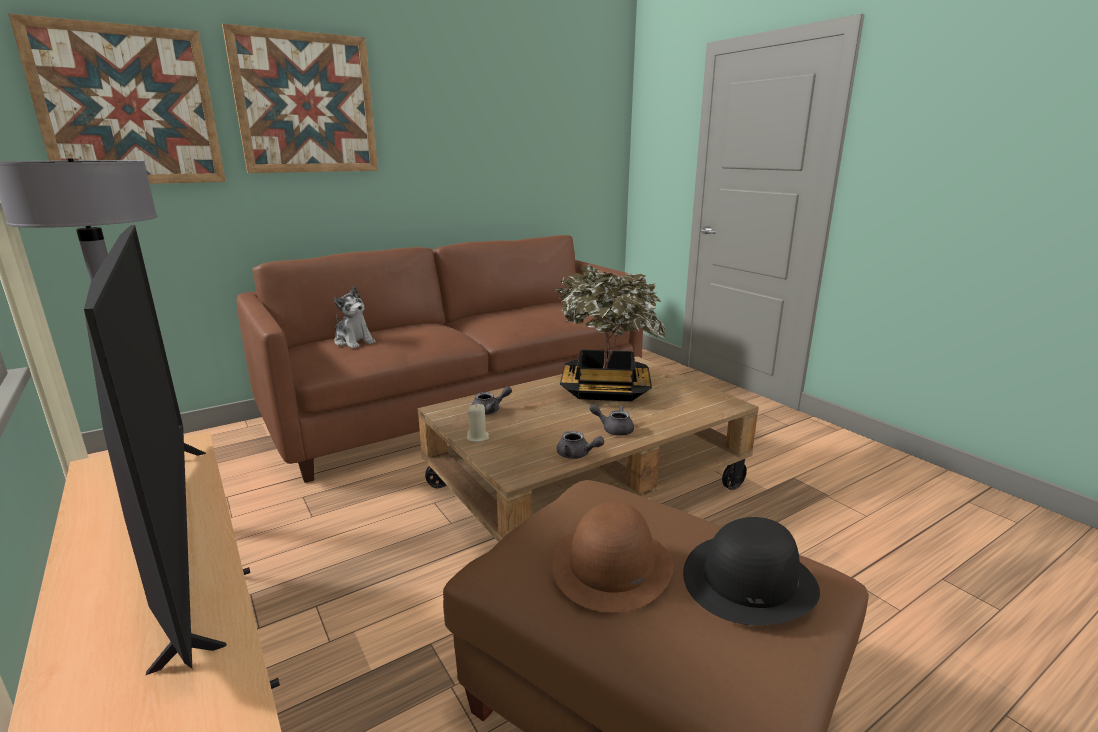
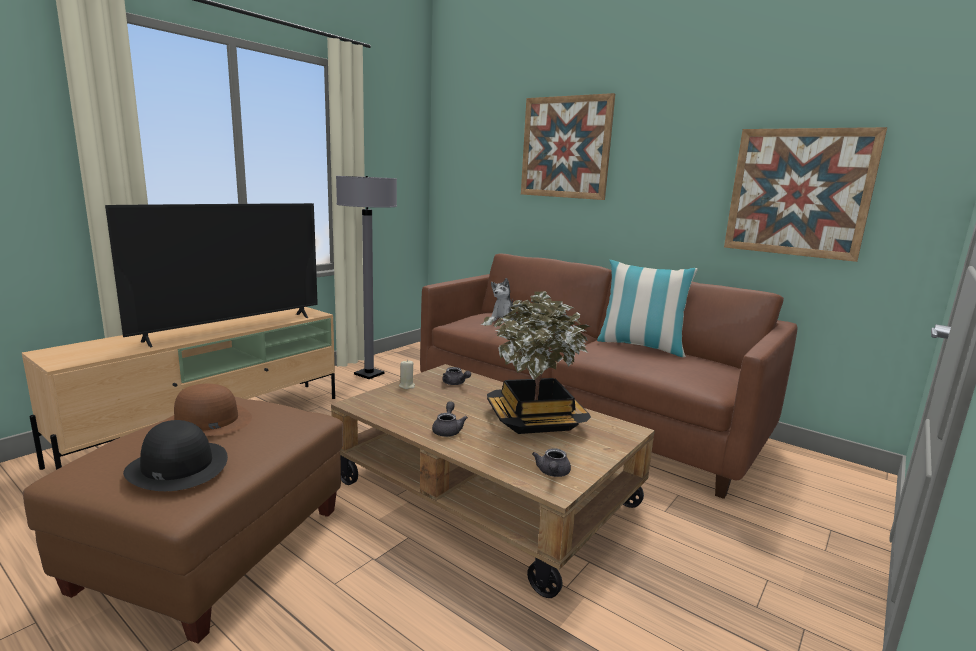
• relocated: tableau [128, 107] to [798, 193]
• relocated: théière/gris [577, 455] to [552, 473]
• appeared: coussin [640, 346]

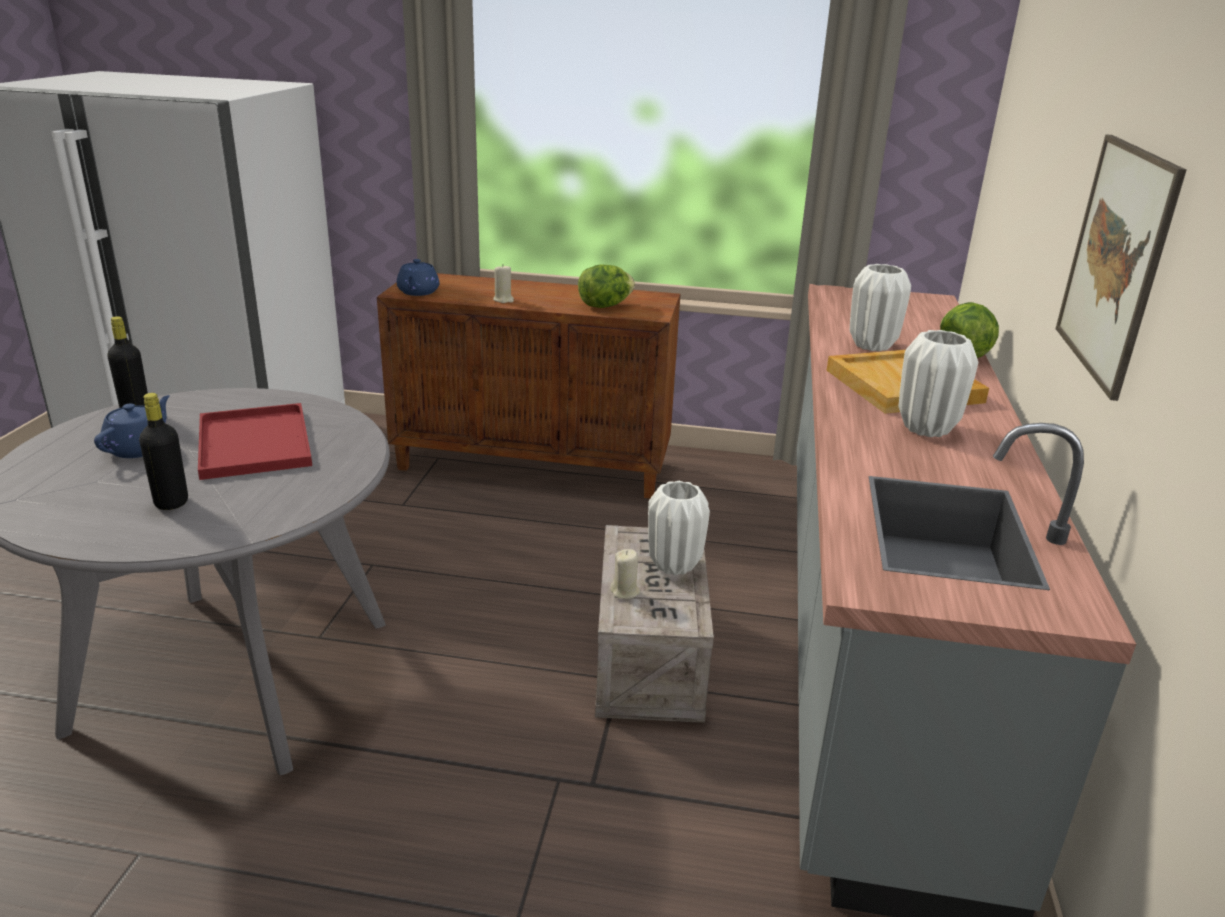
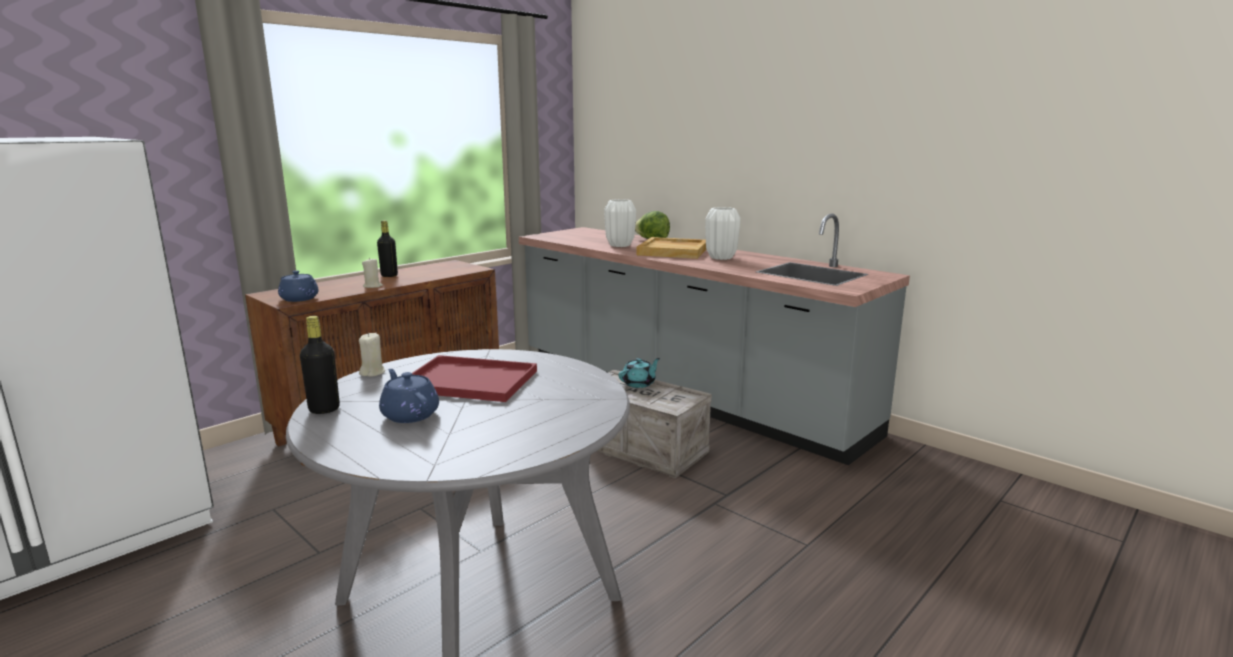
• missing: tableau [1114, 261]
• missing: laitue [605, 306]
• relocated: bouteille/noir [171, 502] to [389, 275]
• exchanged: vase/blanc [675, 565] to théière/turquoise [639, 383]
• relocated: bougie/beige [625, 591] to [372, 372]

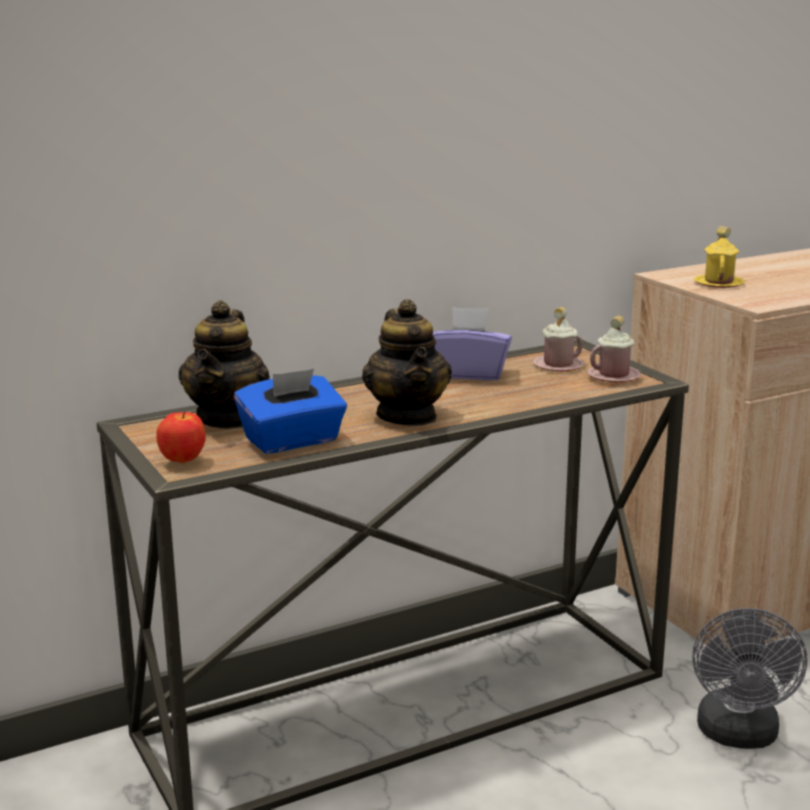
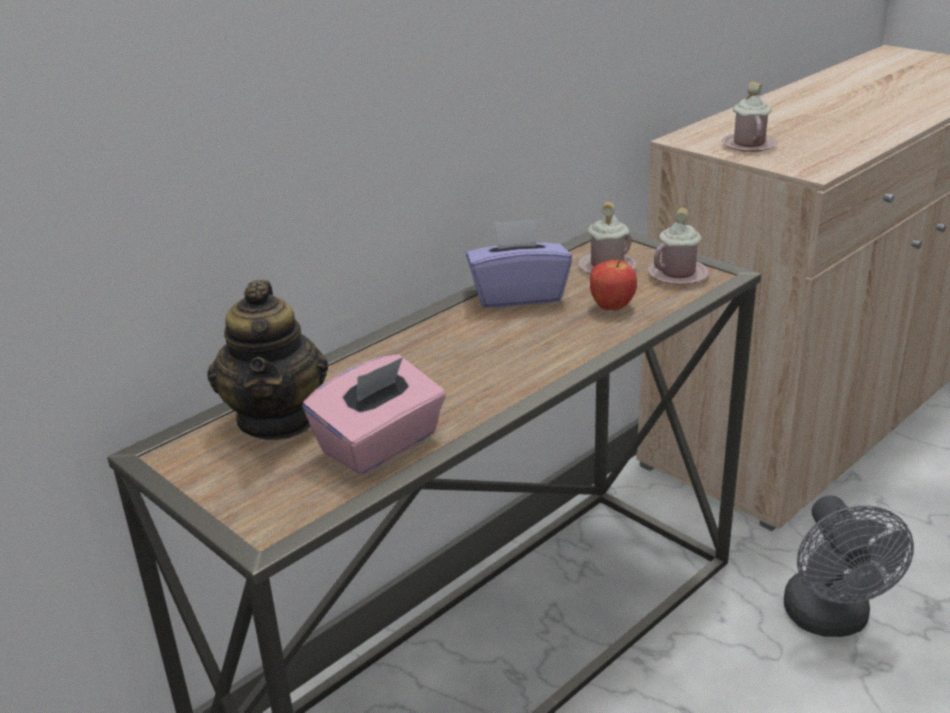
• colour: mug/jaune [718, 283] to mug/rose [749, 145]
• missing: théière [407, 416]
• colour: boîte à mouchoirs/bleu [292, 441] to boîte à mouchoirs/rose [380, 445]
• relocated: pomme [183, 460] to [612, 307]

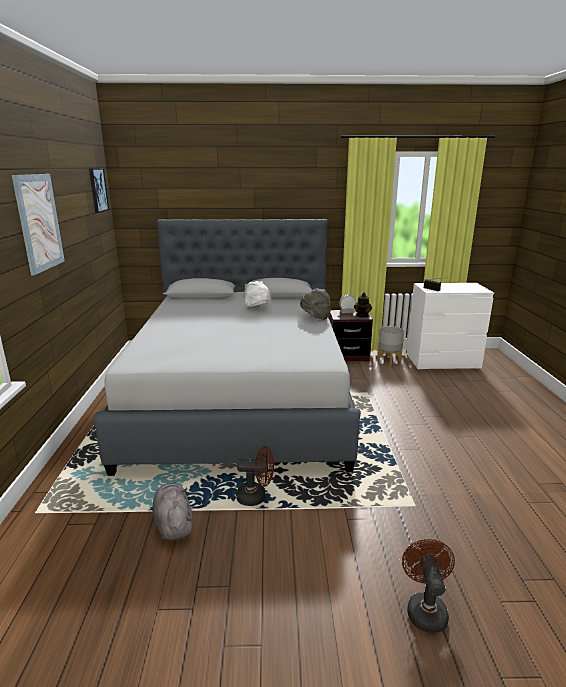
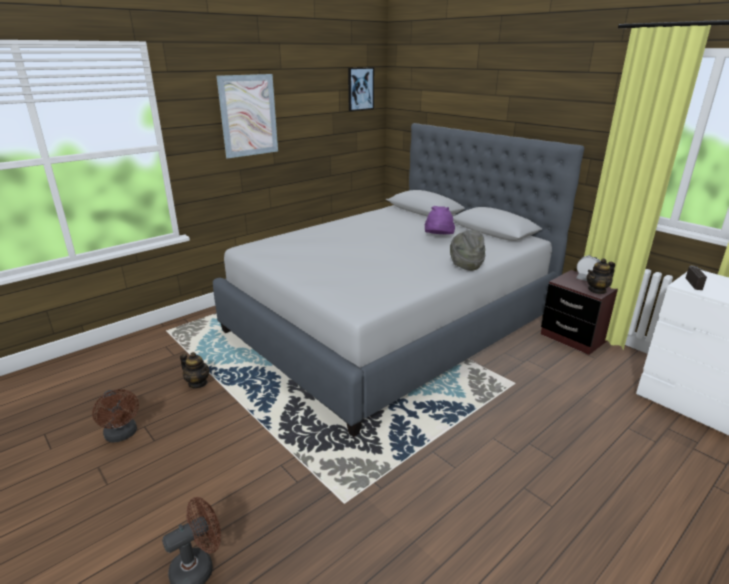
• colour: chapeau/blanc [258, 308] to chapeau/violet [438, 237]
• missing: cache-pot/gris [389, 360]
• relocated: ventilateur/marron [256, 497] to [122, 435]
• exchanged: peluche/gris [173, 524] to théière [198, 383]

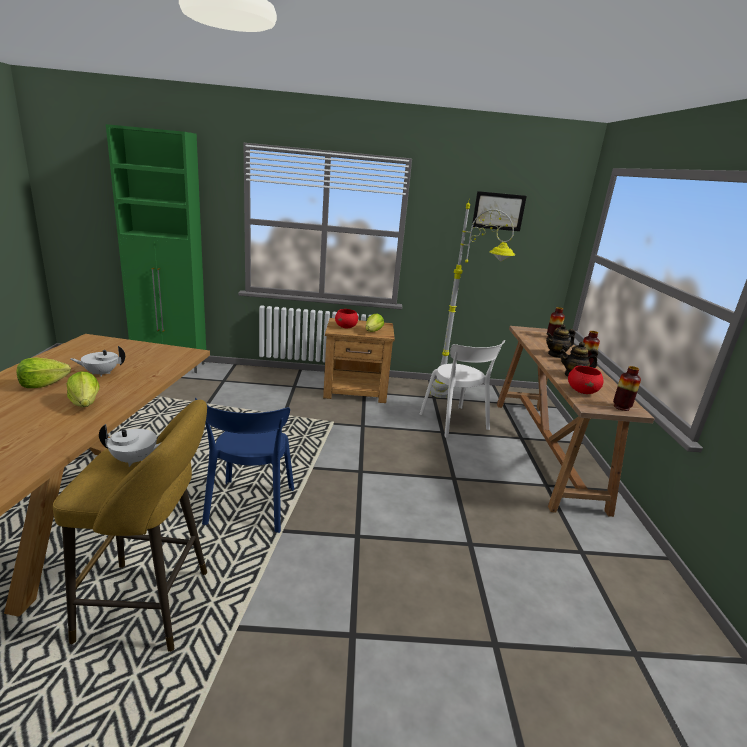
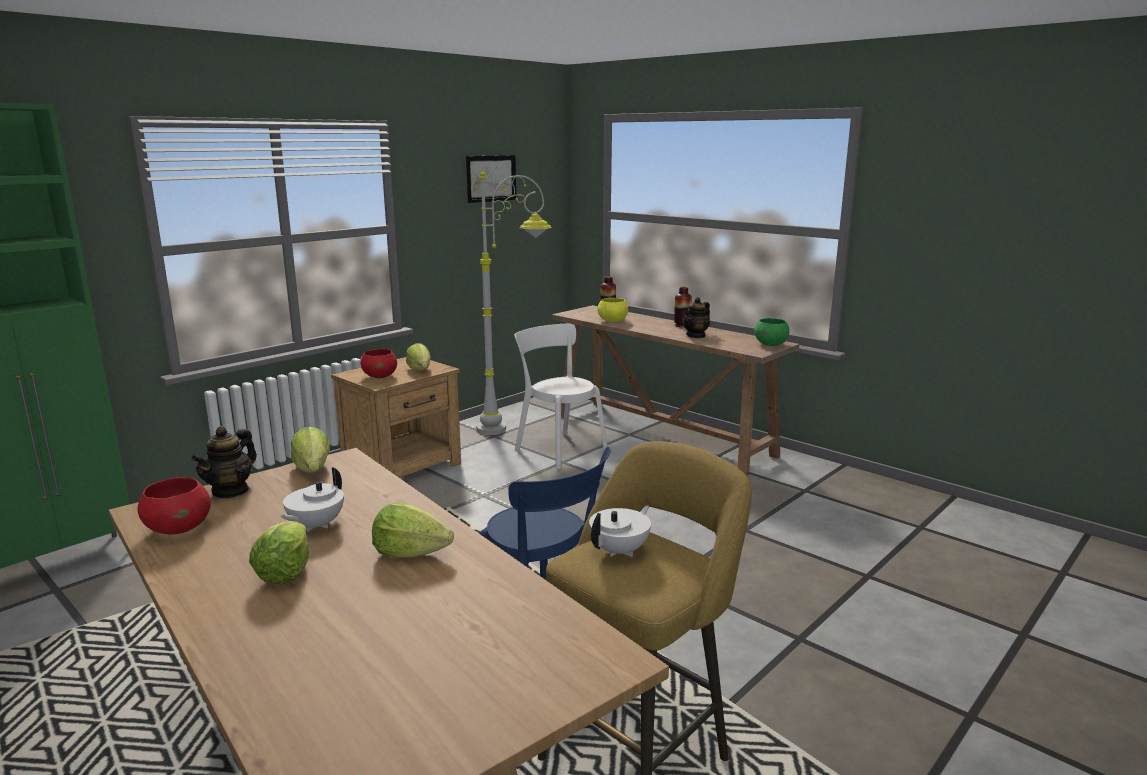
• relocated: théière [556, 355] to [230, 491]
• spun: chaise/blanc [455, 423] = [558, 448] 150 degrees counterclockwise
• relocated: bol/rouge [582, 391] to [179, 528]
• exchanged: vase [621, 407] to bol/vert [771, 344]
• appeared: bol/jaune [612, 321]
• appeared: laitue [313, 469]

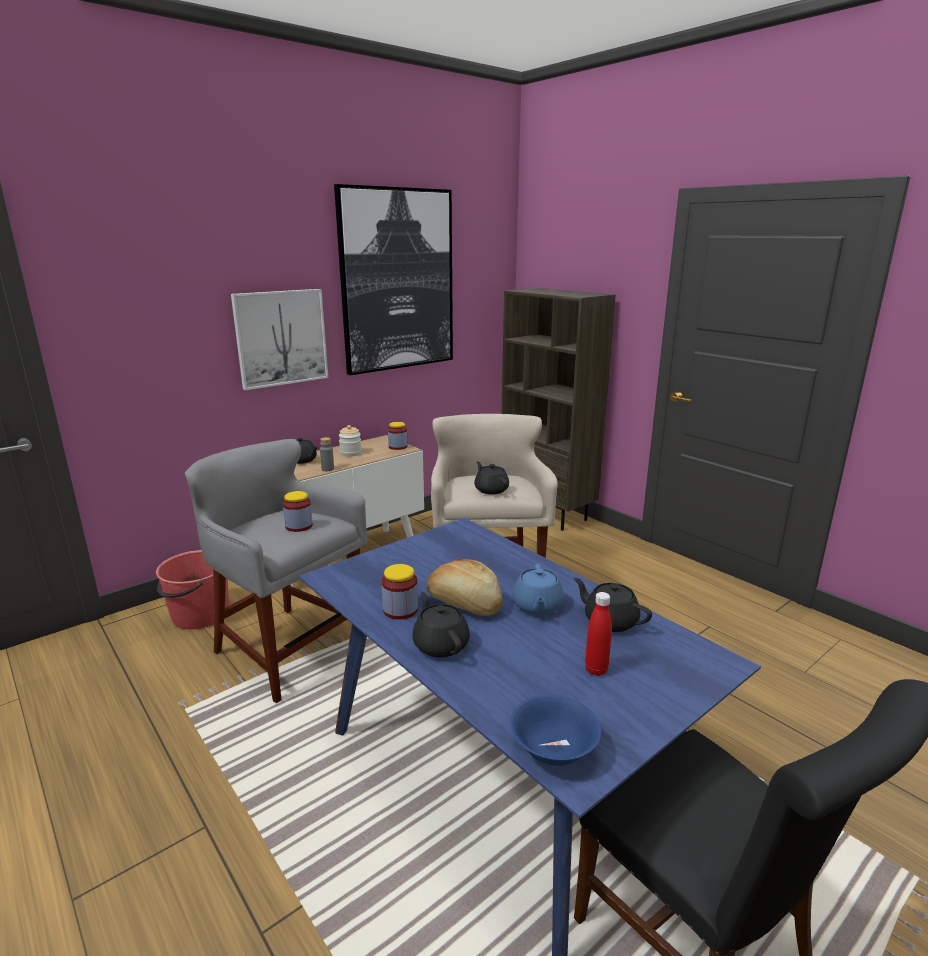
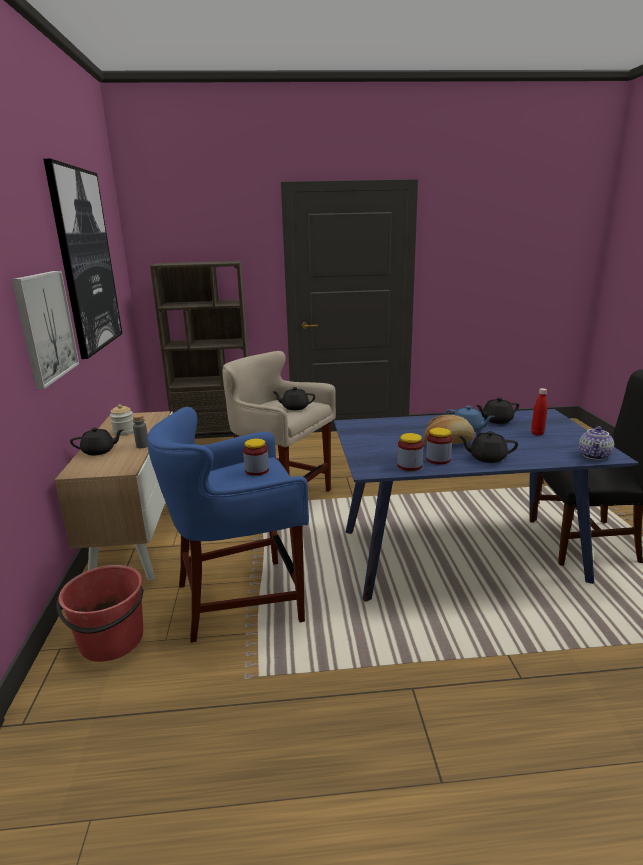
• relocated: bocal [398, 447] to [409, 466]
• colour: tabouret/gris [288, 651] to tabouret/bleu [241, 600]
• exchanged: bol/bleu [554, 751] to théière [595, 456]

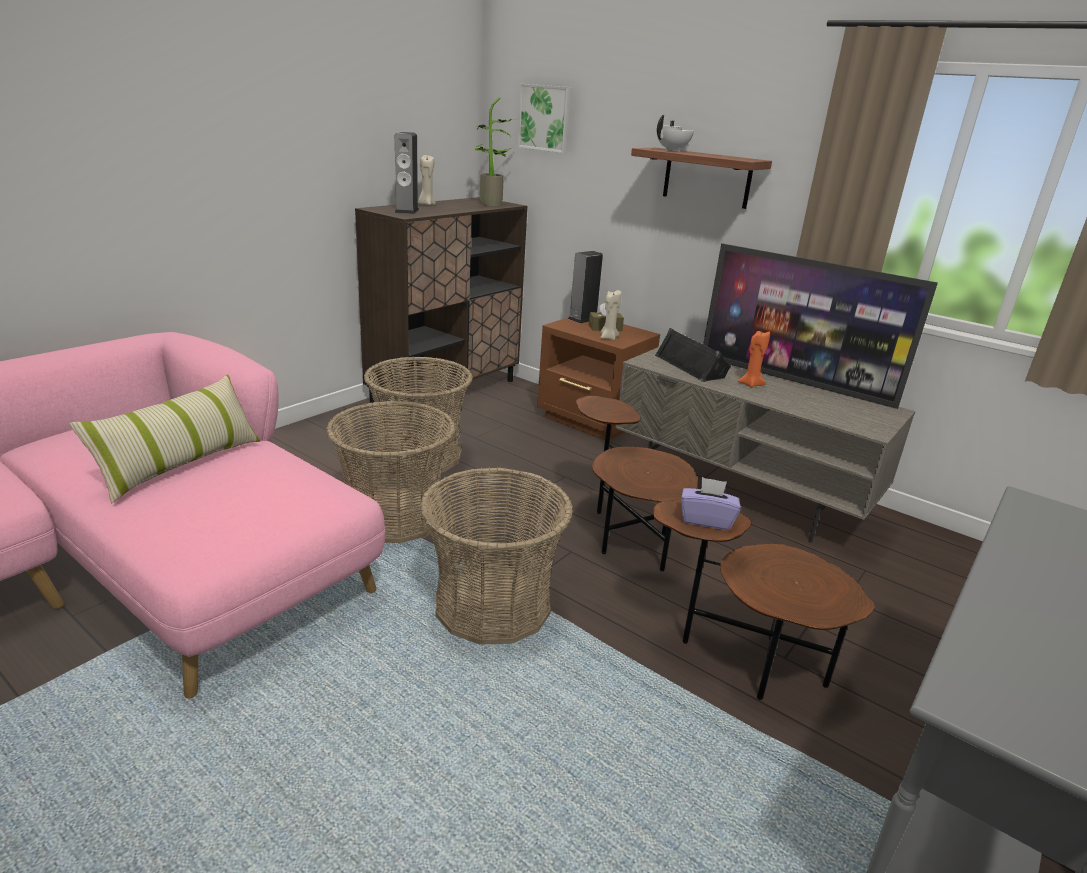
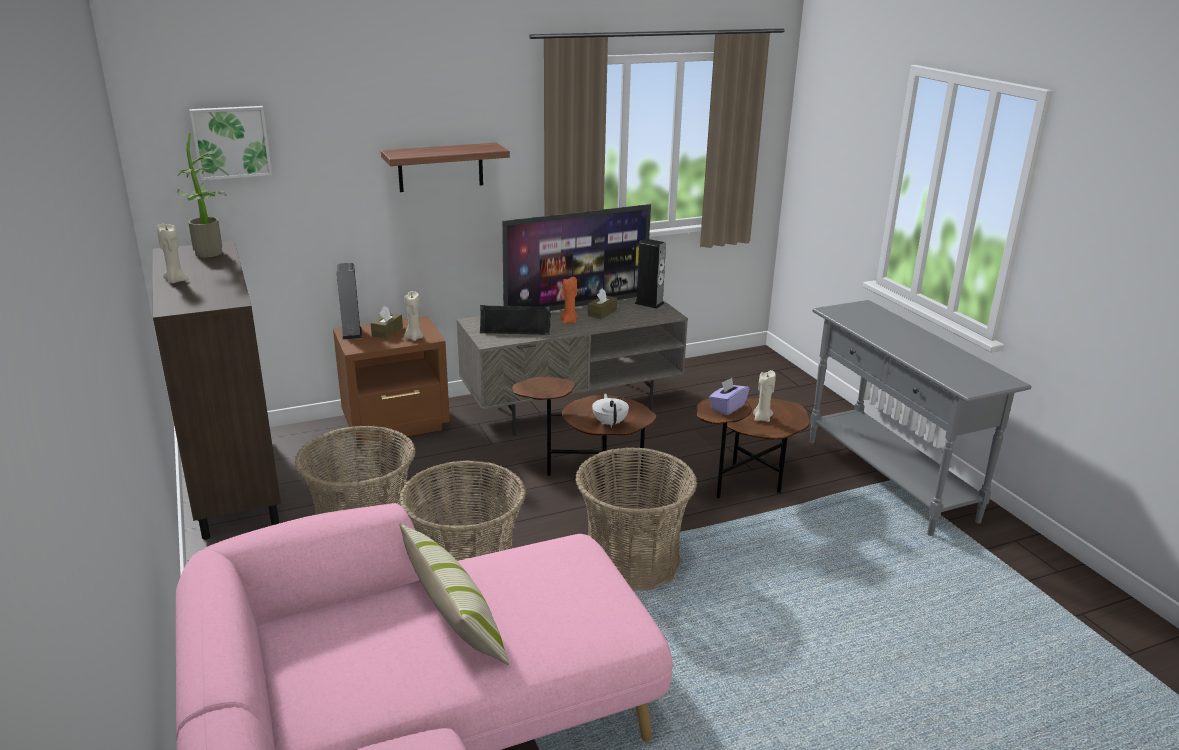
• relocated: théière/blanc [673, 150] to [610, 423]
• relocated: enceinte [407, 211] to [649, 303]
• appeared: boîte à mouchoirs/marron [602, 313]
• appeared: bougie/beige [762, 418]

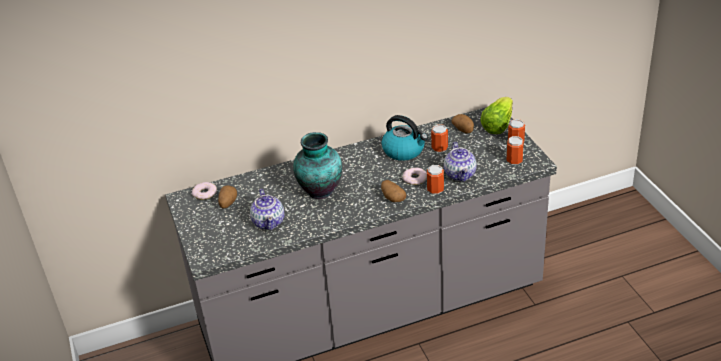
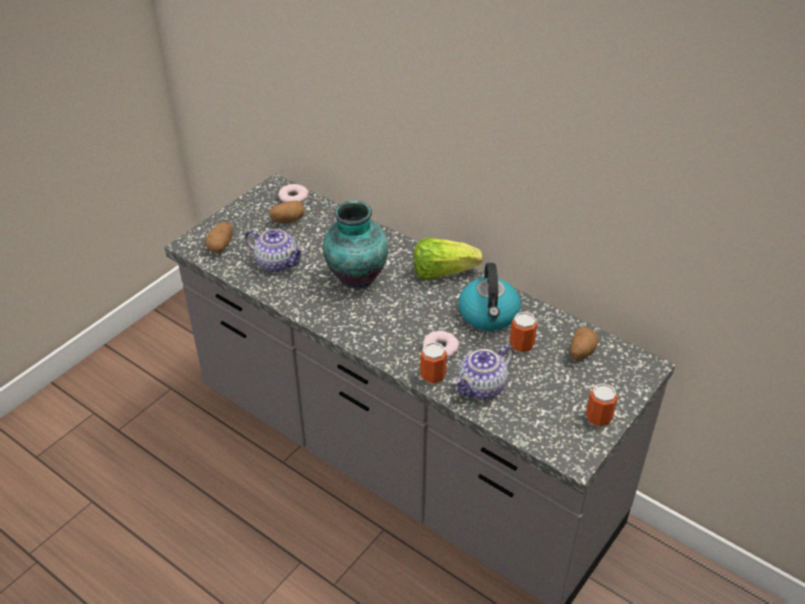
• relocated: laitue [498, 125] to [442, 272]
• missing: boîte métallique [514, 160]
• relocated: pomme de terre [392, 198] to [221, 245]
• spun: théière [269, 222] = [276, 263] 105 degrees counterclockwise

